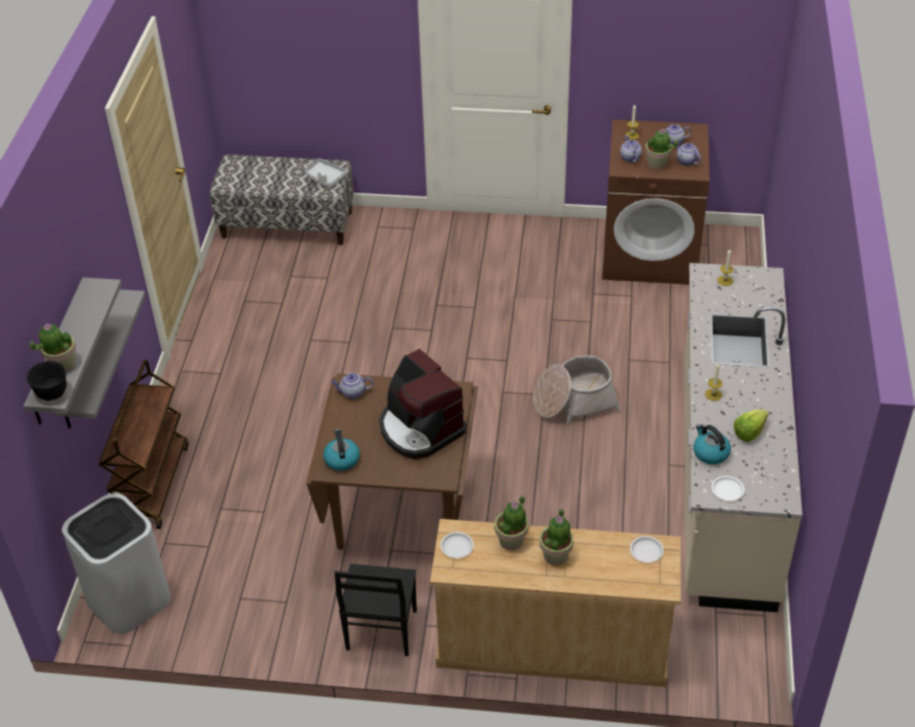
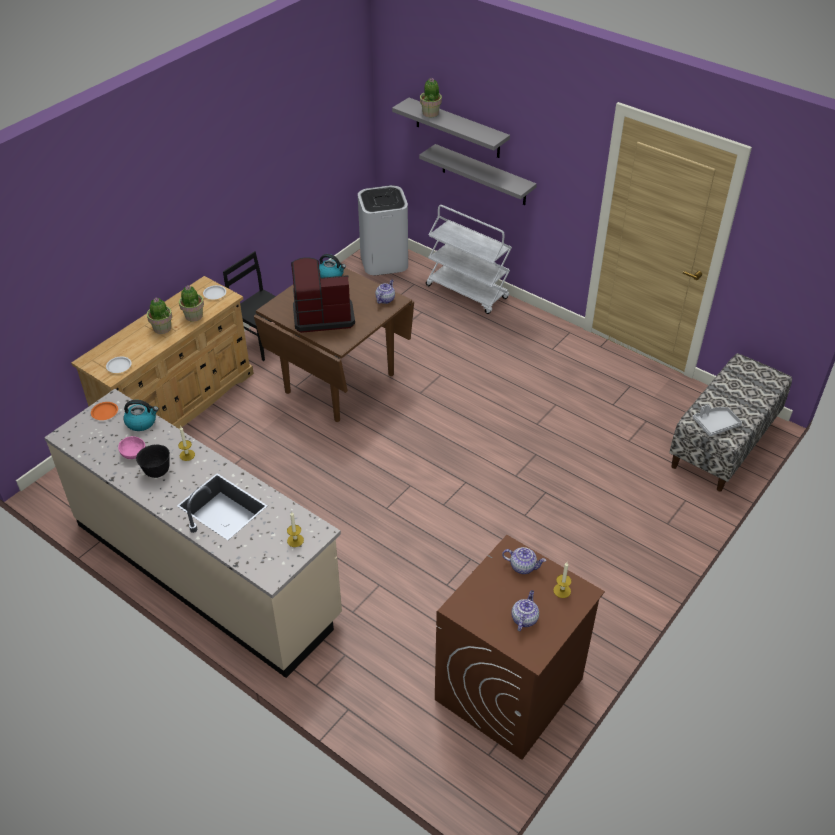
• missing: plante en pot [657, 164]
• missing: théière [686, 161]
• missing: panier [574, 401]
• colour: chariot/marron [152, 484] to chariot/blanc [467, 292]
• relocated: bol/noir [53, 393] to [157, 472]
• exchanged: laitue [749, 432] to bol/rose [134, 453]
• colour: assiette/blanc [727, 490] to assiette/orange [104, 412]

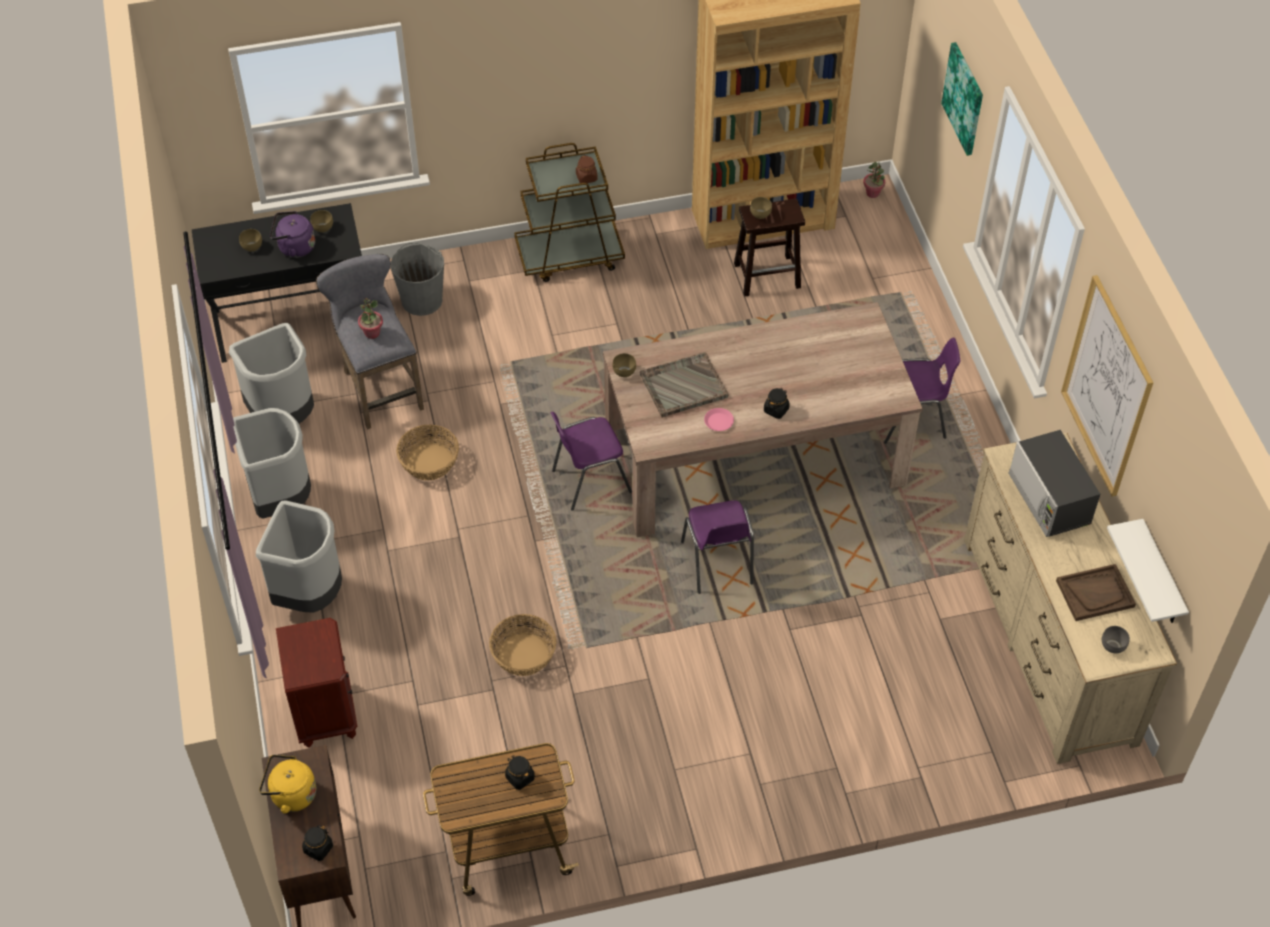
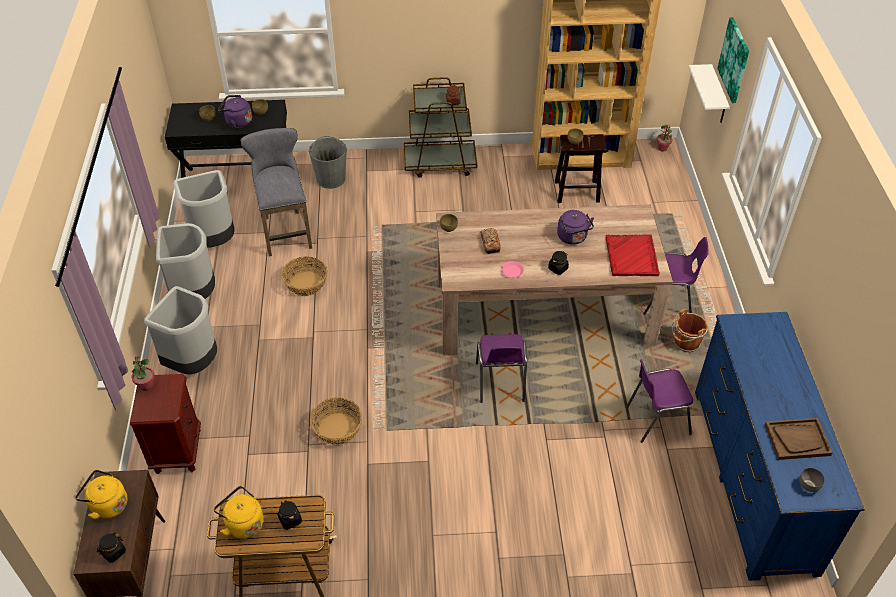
• missing: tableau [1107, 387]
• relocated: plante en pot [372, 333] to [146, 385]
• exchanged: plateau/gris [682, 386] to pain [490, 243]
• relocated: chaise/violet [589, 481] to [656, 420]
• missing: micro-ondes [1049, 500]
• colour: commode/beige [1048, 640] to commode/bleu [753, 478]
• relocated: étagère/blanc [1161, 576] to [718, 96]
• appeared: bouilloire/violet [573, 238]
• appeared: plateau/rouge [631, 257]
• appeared: seau/marron [685, 343]
• appeared: bouilloire/jaune [242, 523]

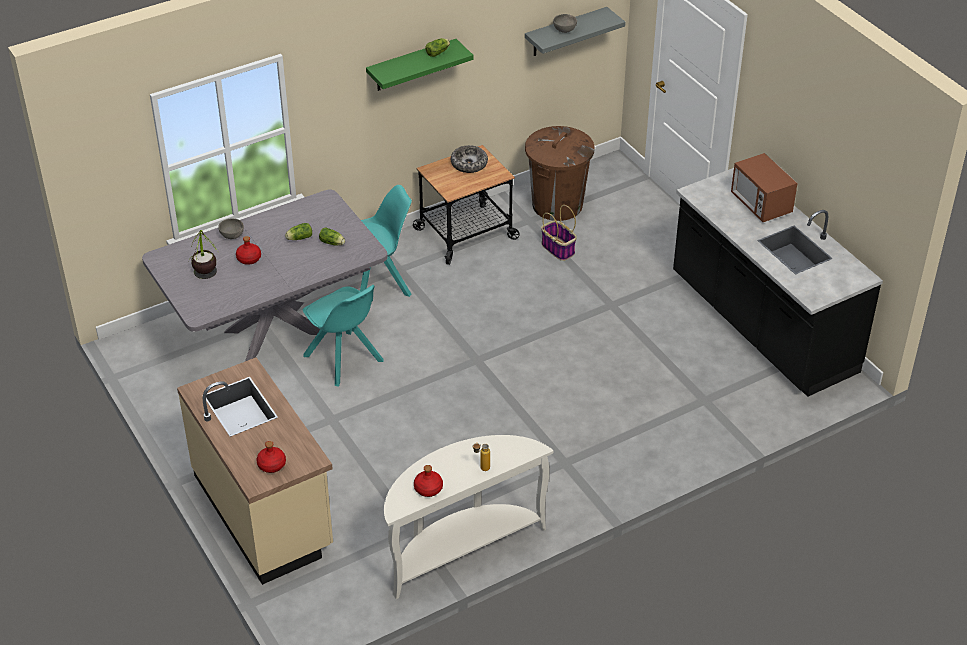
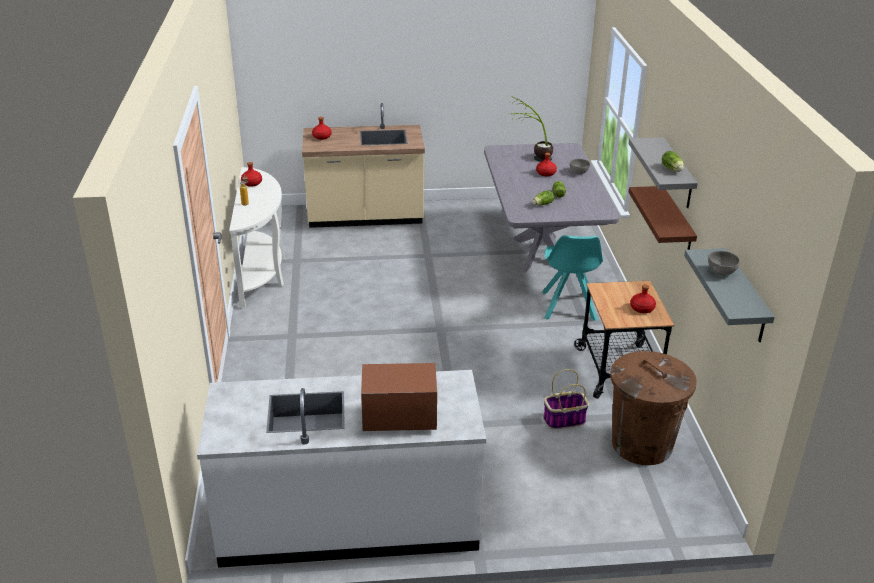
• colour: étagère/vert [411, 65] to étagère/gris [677, 174]
• exchanged: bol [469, 164] to bouteille/rouge [642, 308]
• colour: comptoir de cuisine/noir [762, 325] to comptoir de cuisine/blanc [349, 521]
• missing: chaise/turquoise [344, 360]
• appeared: étagère/marron [677, 224]

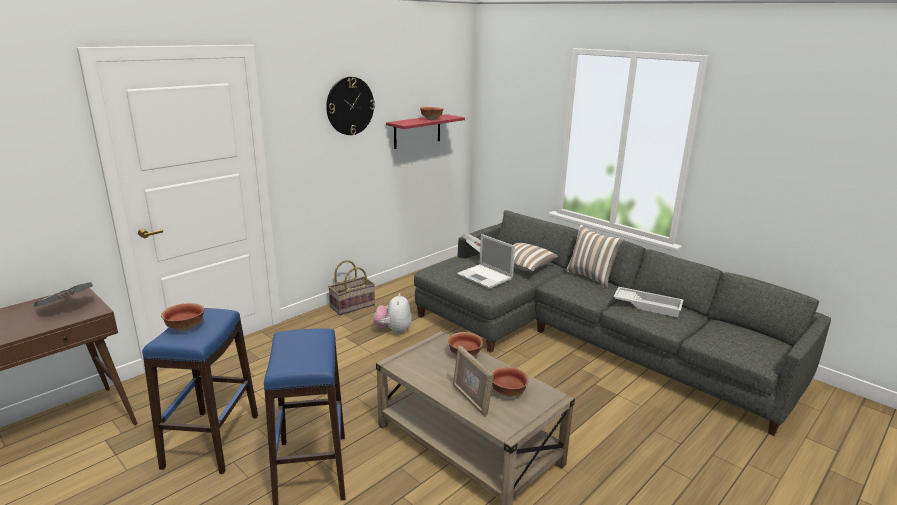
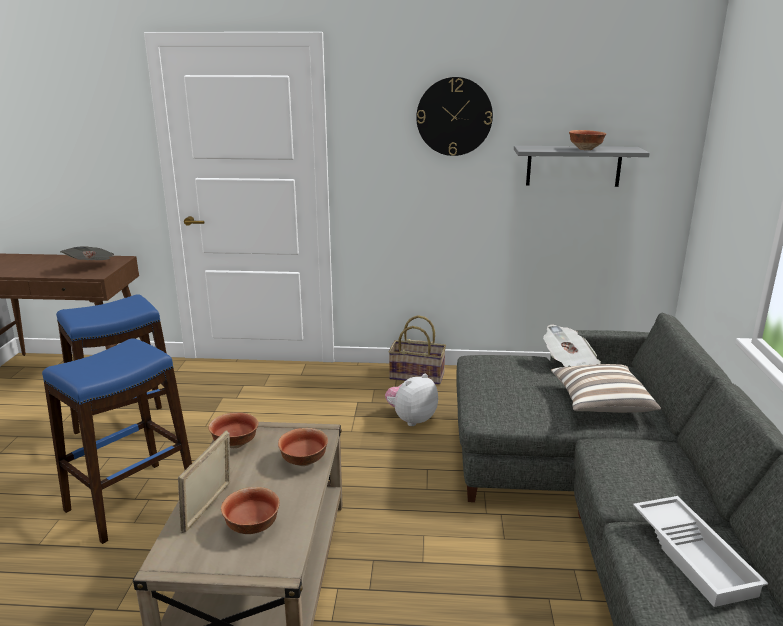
• colour: étagère/rouge [417, 131] to étagère/gris [573, 166]
• missing: coussin [591, 277]
• missing: ordinateur portable [485, 277]
• relocated: bol [185, 327] to [235, 443]

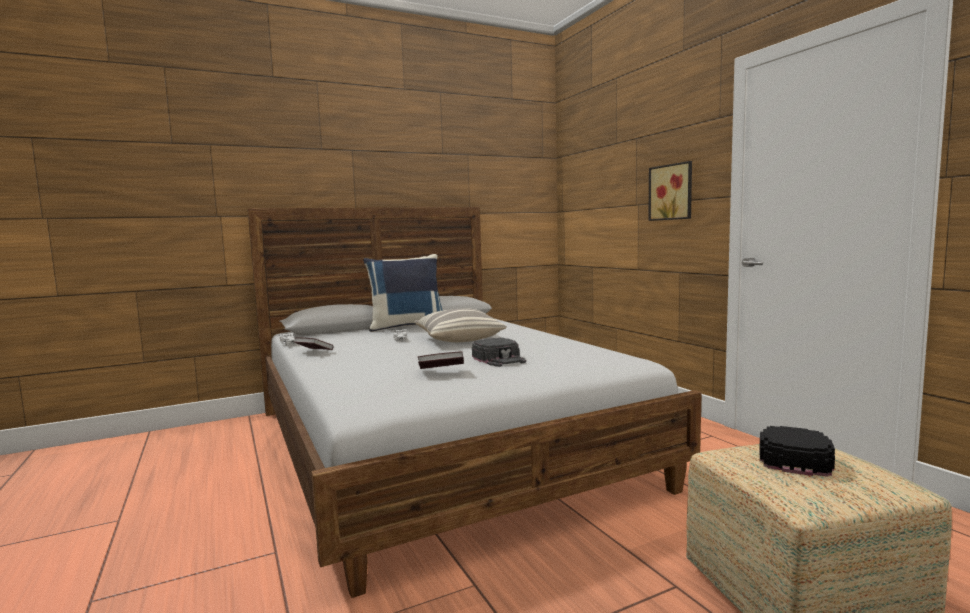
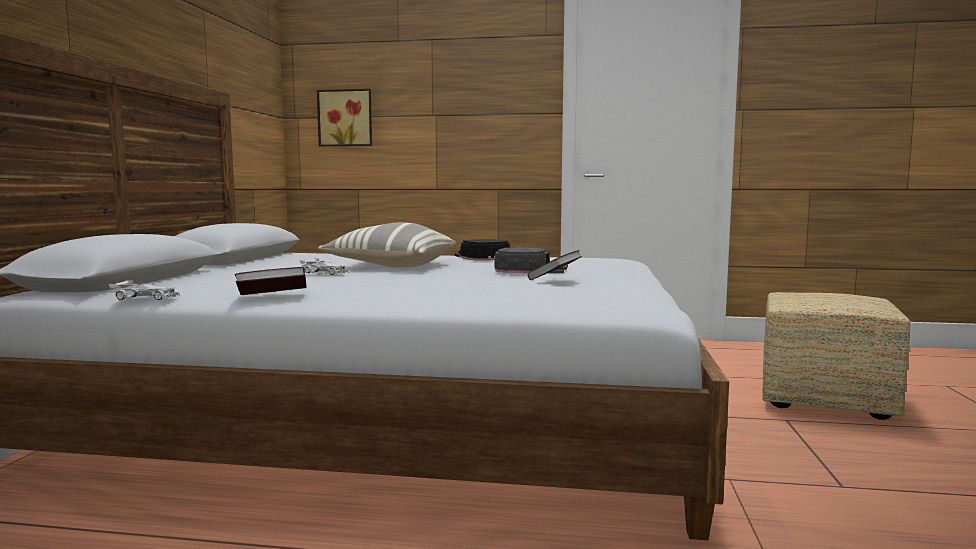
• relocated: tableau [672, 192] to [346, 118]
• missing: coussin/bleu [407, 326]
• relocated: casquette/noir [793, 456] to [481, 257]

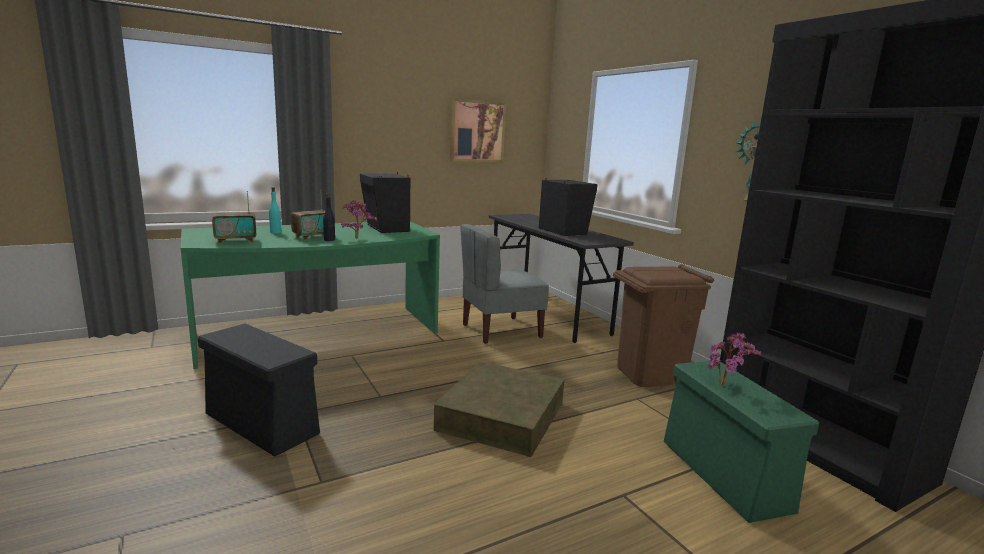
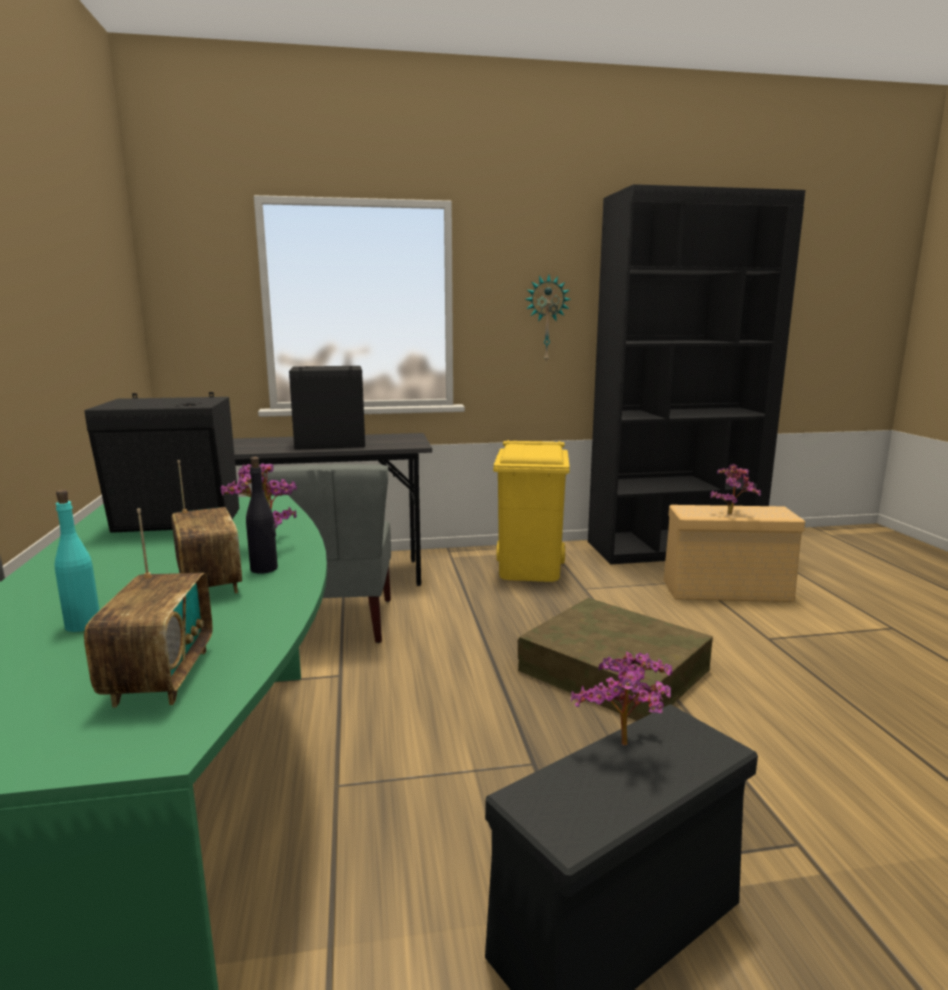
• missing: tableau [477, 131]
• colour: poubelle/marron [650, 374] to poubelle/jaune [530, 569]
• colour: boîte de rangement/vert [725, 476] to boîte de rangement/beige [728, 591]
• appeared: plante en pot [625, 748]

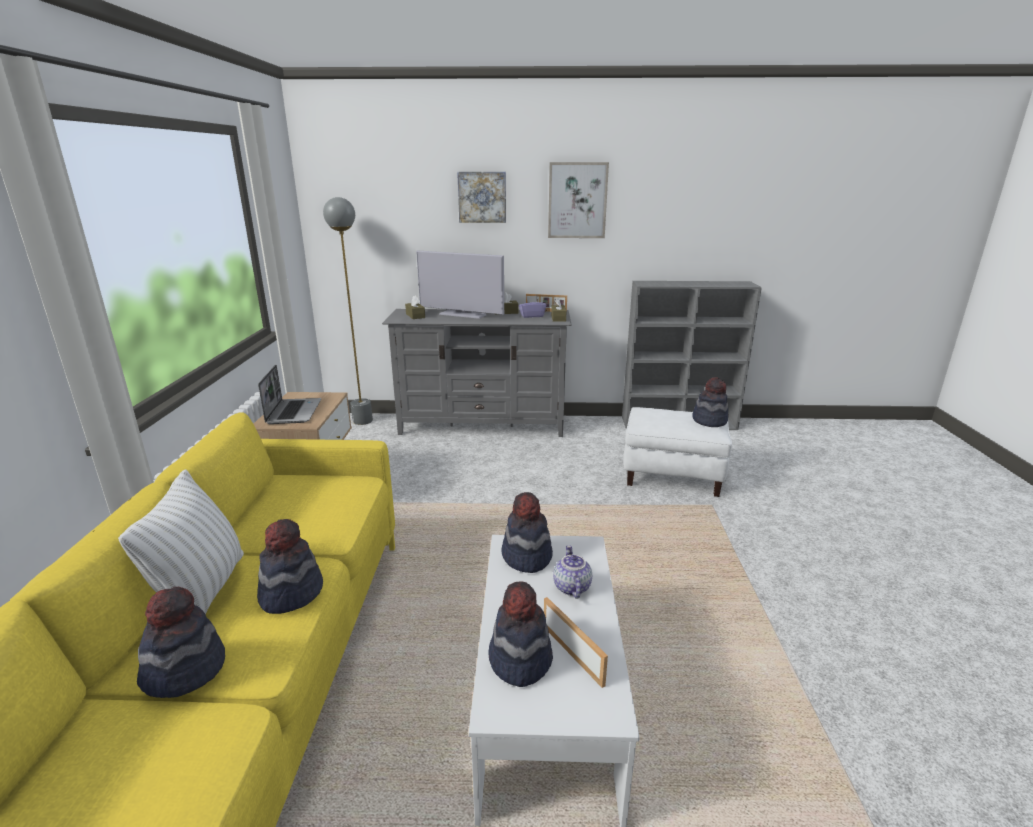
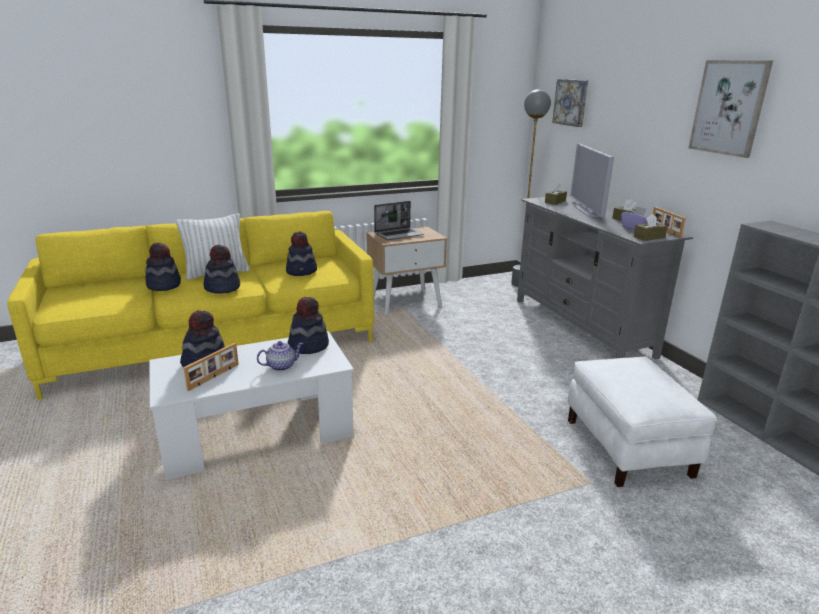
• relocated: tableau [482, 197] to [571, 102]
• relocated: chapeau [709, 420] to [302, 271]

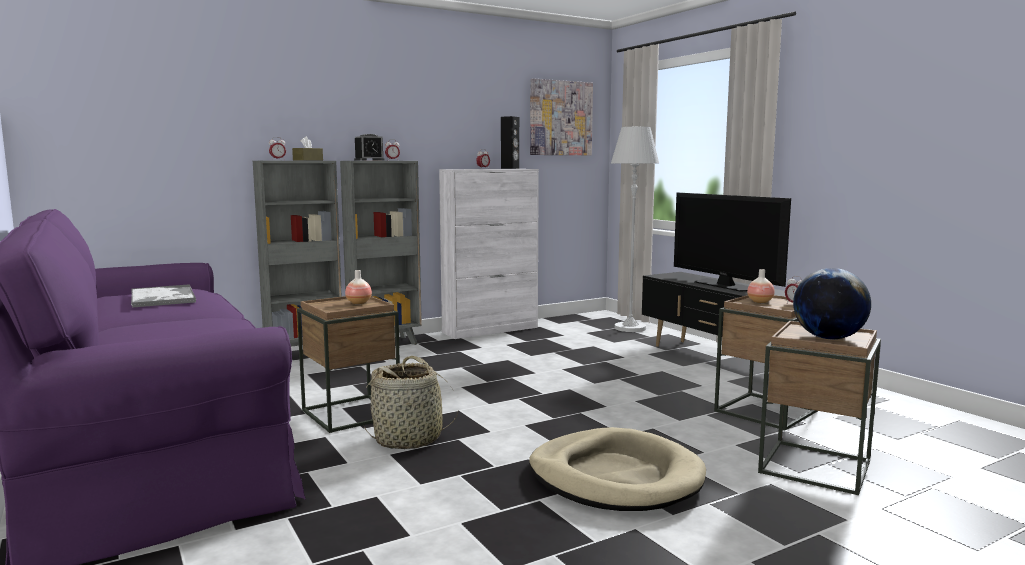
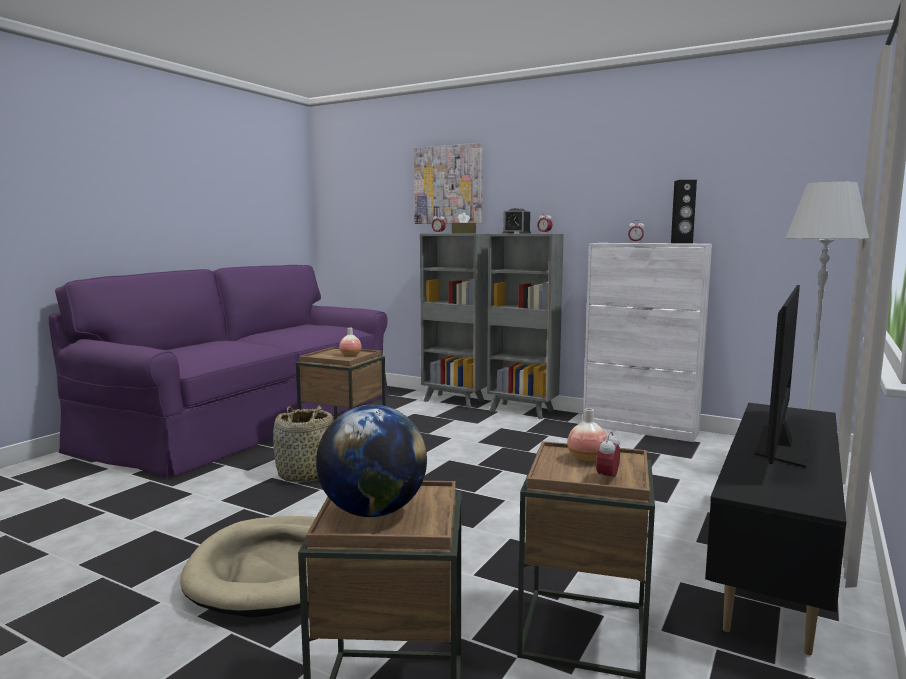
• relocated: tableau [560, 118] to [448, 185]
• missing: plateau [163, 297]

